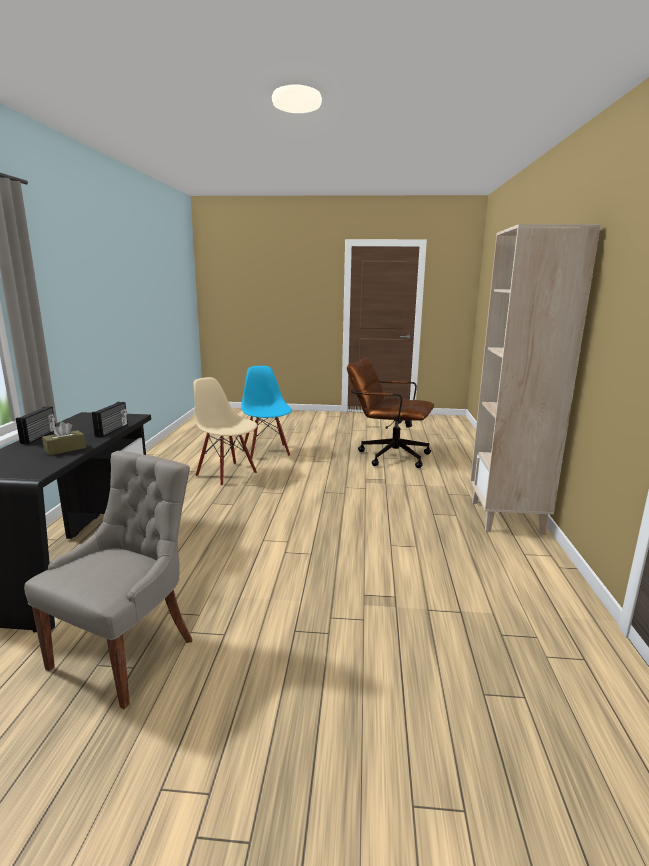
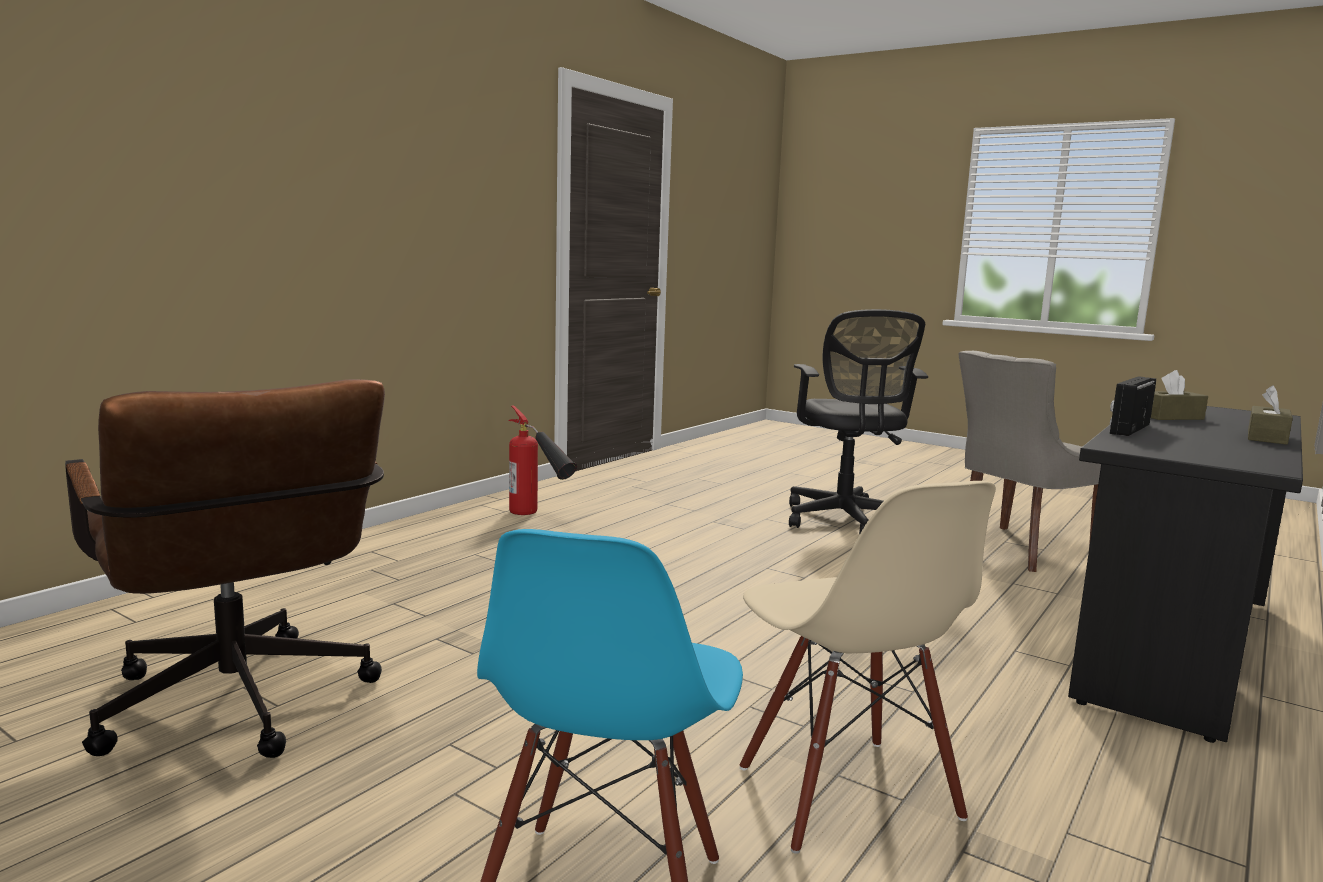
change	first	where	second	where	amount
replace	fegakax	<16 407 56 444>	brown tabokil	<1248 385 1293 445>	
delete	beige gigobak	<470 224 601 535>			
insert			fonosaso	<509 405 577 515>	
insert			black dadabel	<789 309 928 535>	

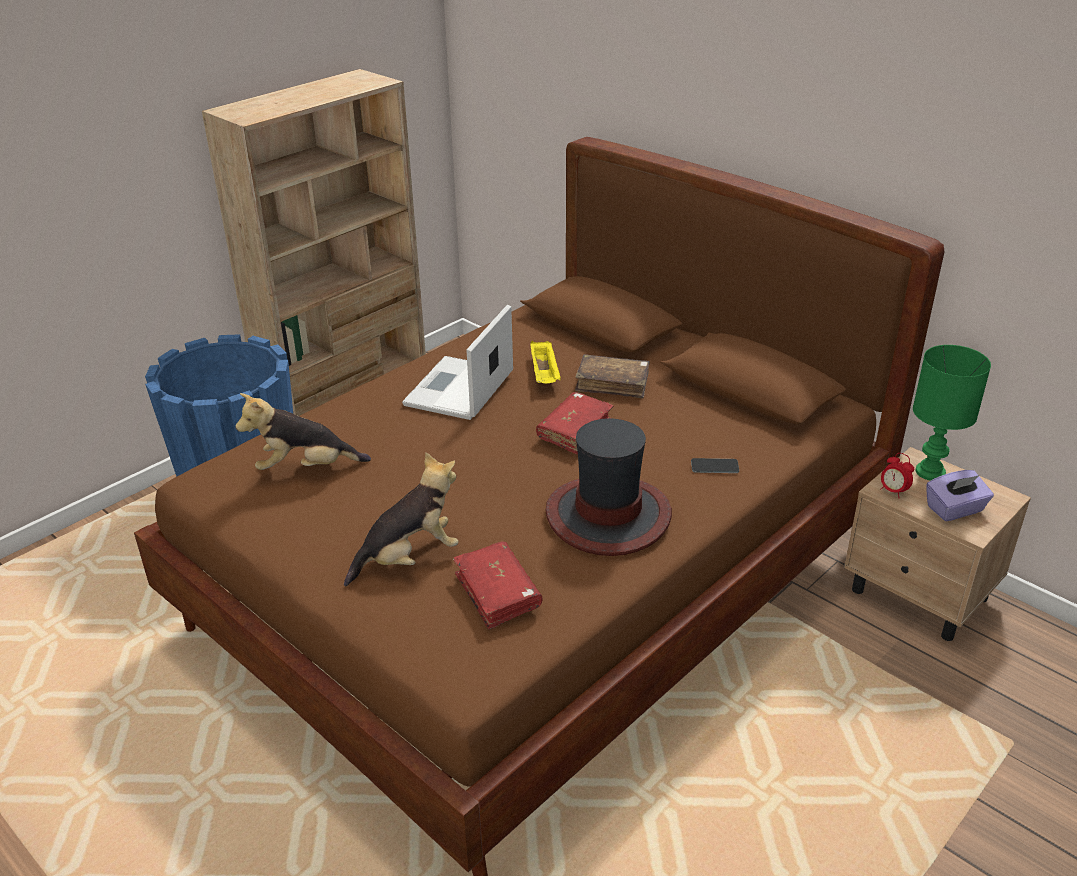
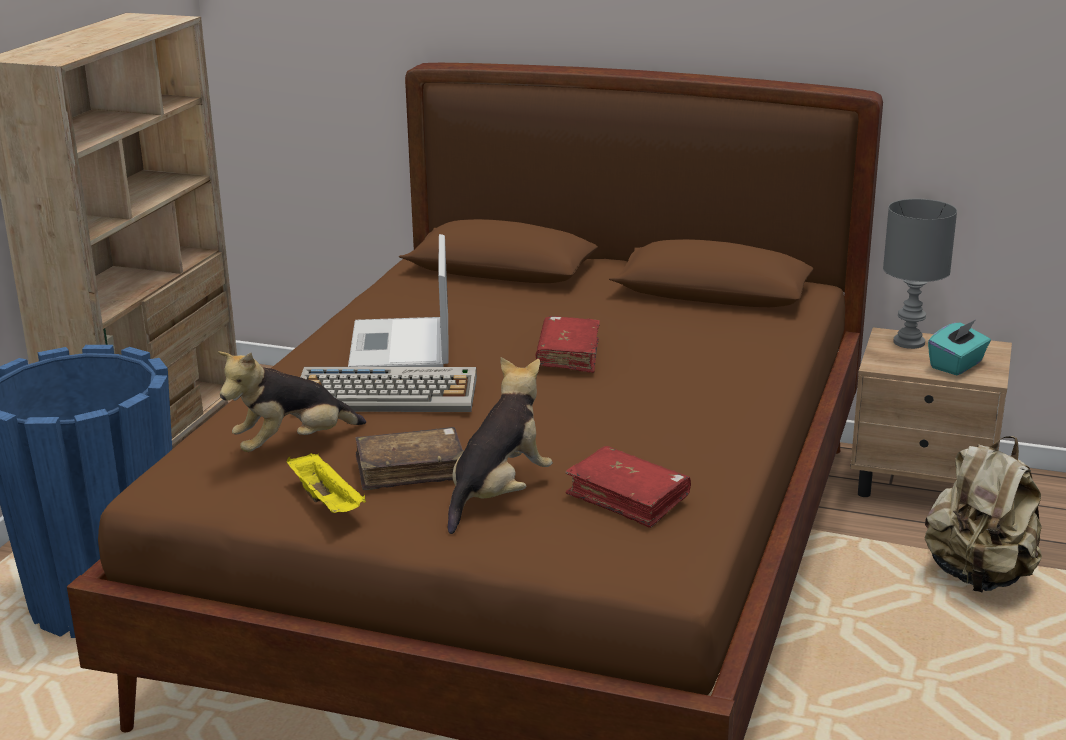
change	first	where	second	where	amount
move	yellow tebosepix	<530 341 561 384>		<287 453 366 513>	
delete	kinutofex	<545 418 672 556>			
move	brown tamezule	<575 354 650 398>		<356 427 464 490>	
delete	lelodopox	<691 458 739 473>			
delete	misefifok	<880 453 914 499>			
recolor	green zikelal	<913 345 991 481>	grey zikelal	<883 199 957 349>	
recolor	purple tabokil	<926 470 994 521>	turquoise tabokil	<928 320 991 375>	
insert			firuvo	<301 367 477 412>	
insert			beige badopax	<925 436 1042 593>	

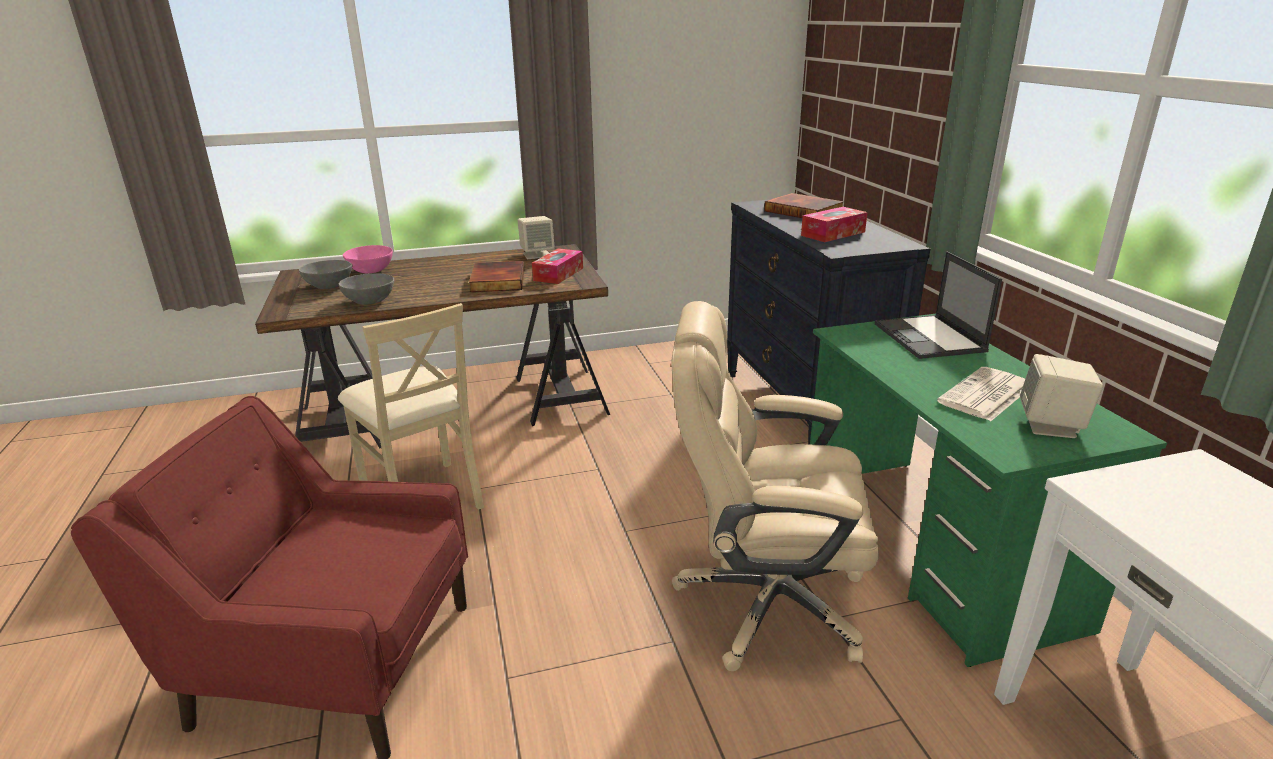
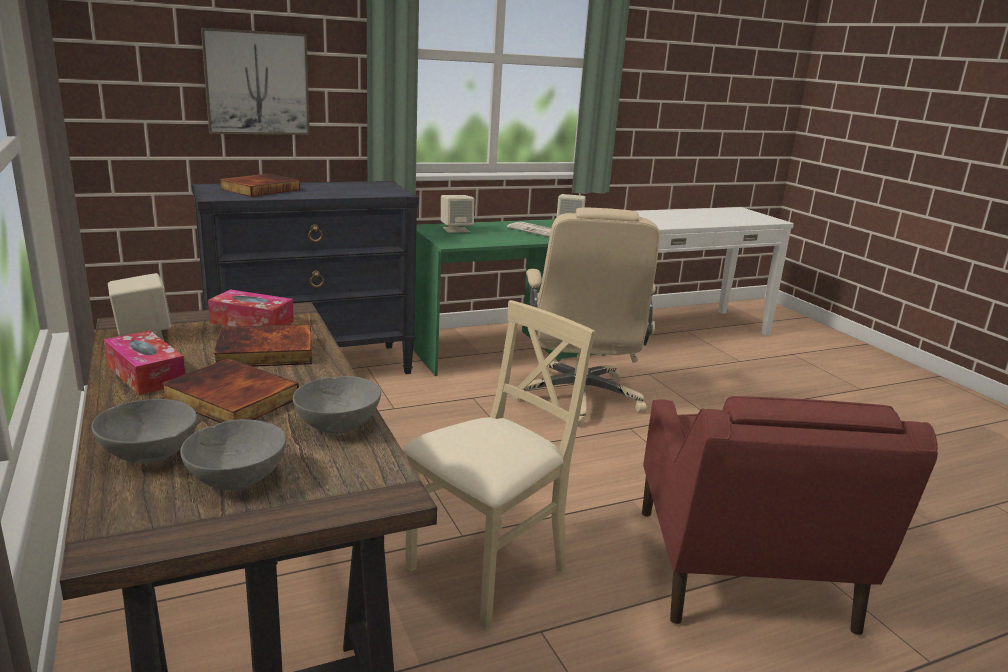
change	first	where	second	where	amount
recolor	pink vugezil	<343 245 393 274>	grey vugezil	<92 399 197 464>	
move	tabokil	<801 207 868 242>		<104 330 185 395>	
replace	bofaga	<875 251 1002 359>	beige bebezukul	<441 195 474 233>	
insert			tamezule	<161 358 299 423>	
insert			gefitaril	<201 28 310 135>	

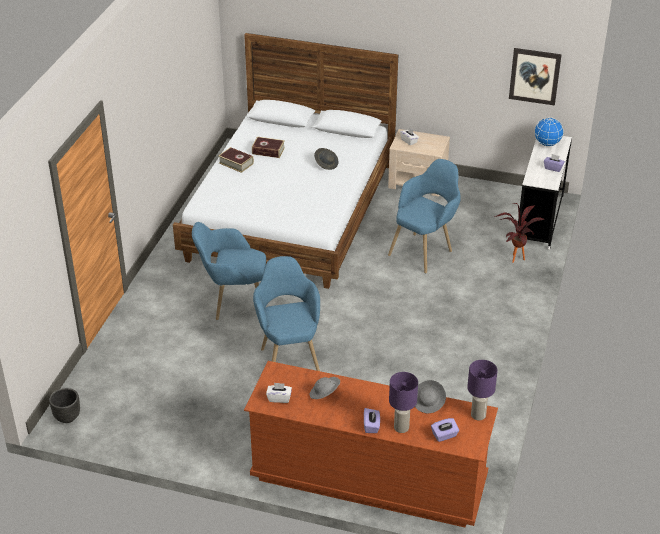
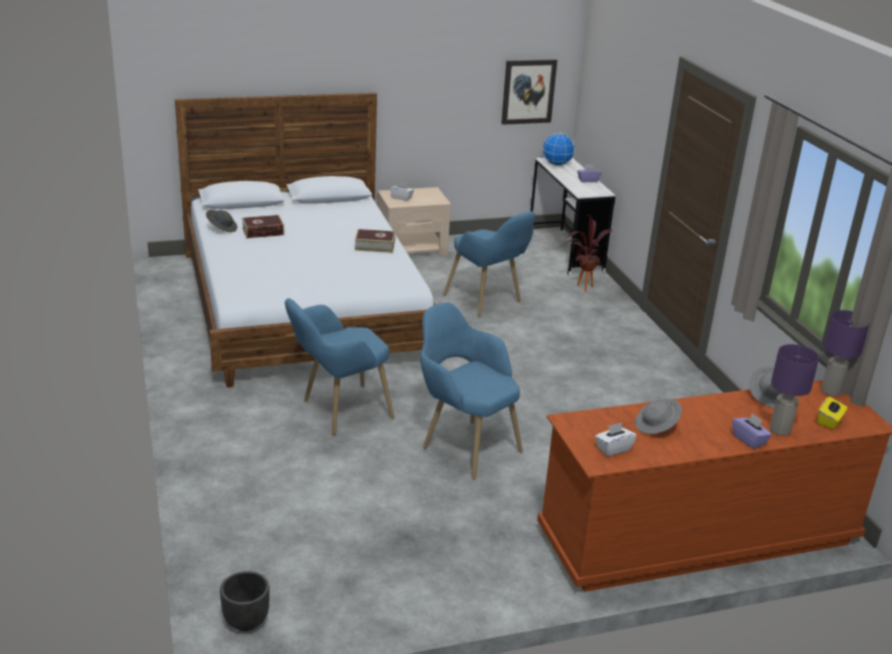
change	first	where	second	where	amount
move	tamezule	<218 147 254 173>		<354 229 395 253>	
move	grey kinutofex	<314 148 339 170>		<206 210 237 232>	
rotate	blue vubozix	<388 159 460 273>		<443 211 535 317>	135 degrees clockwise
recolor	purple tabokil	<431 418 459 442>	yellow tabokil	<817 397 847 429>	

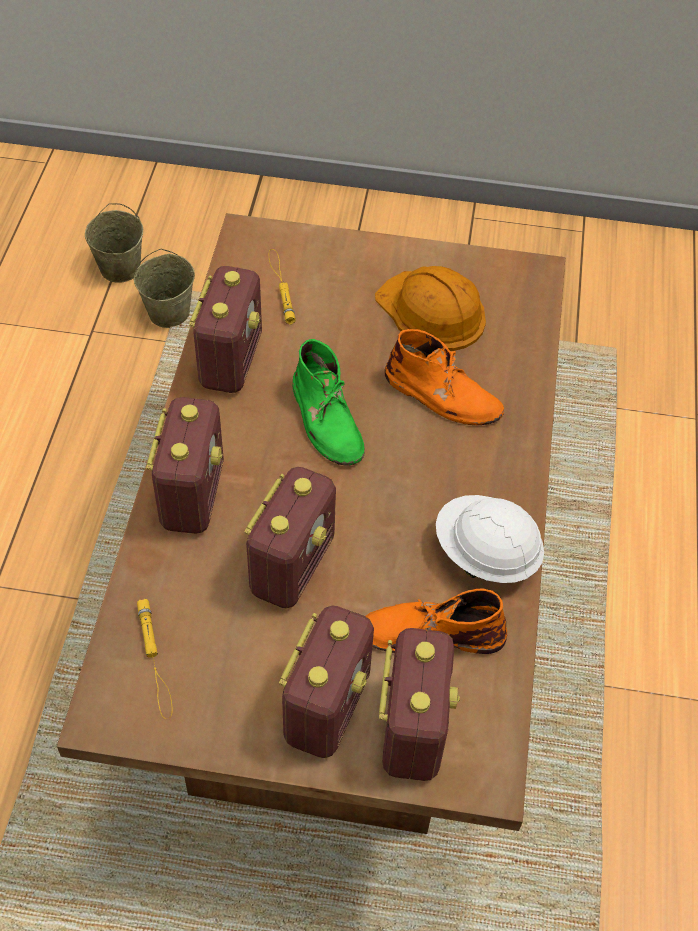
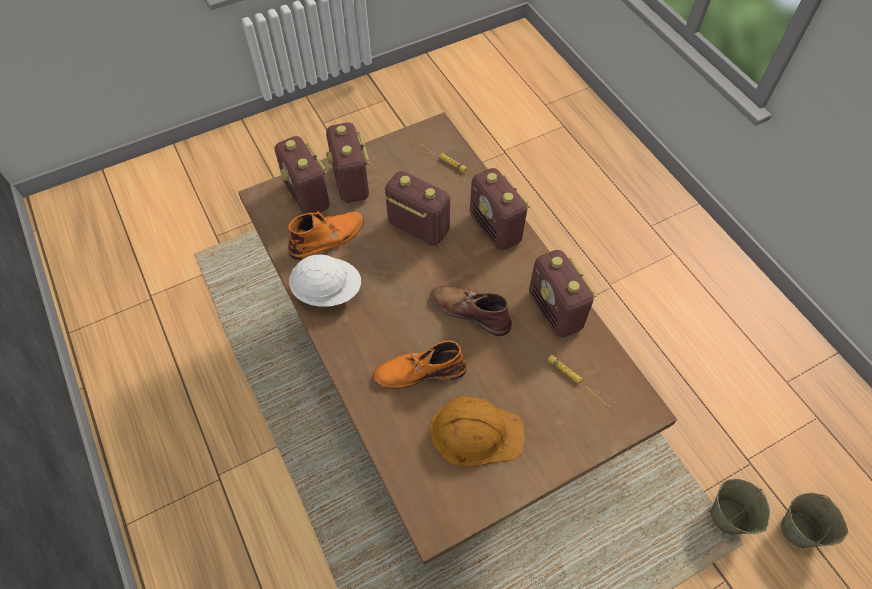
change	first	where	second	where	amount
rotate	fegakax	<245 467 336 609>		<385 171 450 245>	135 degrees clockwise
recolor	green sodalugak	<293 339 365 466>	brown sodalugak	<430 286 512 336>	

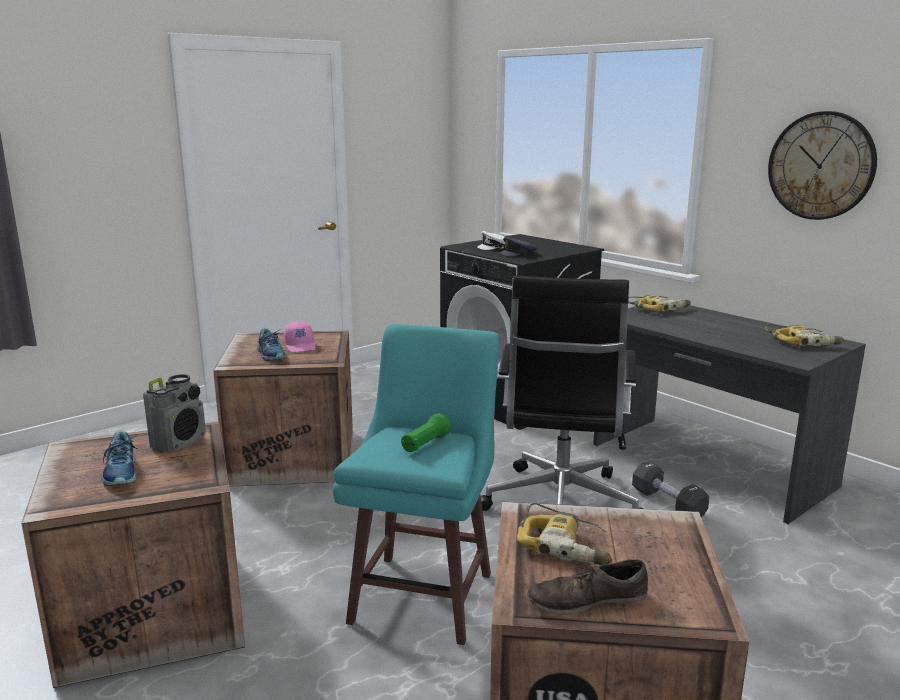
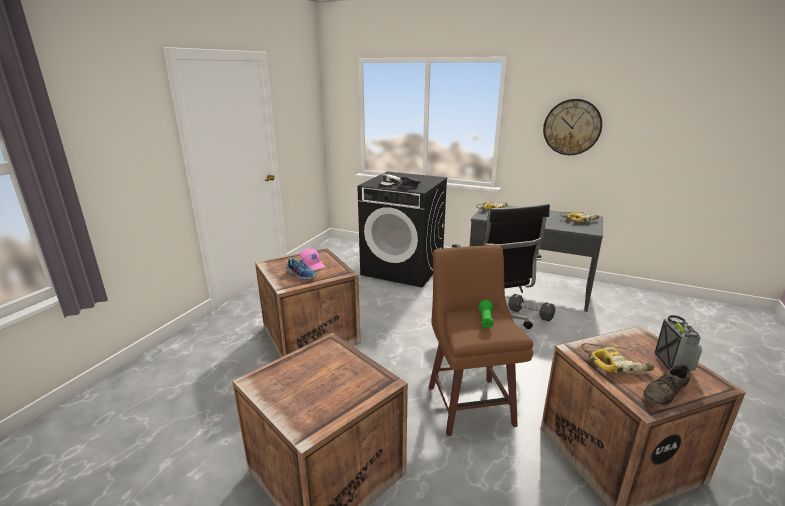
change	first	where	second	where	amount
delete	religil	<102 430 137 486>			
move	fegakax	<143 374 206 452>		<654 315 702 372>	
recolor	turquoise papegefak	<333 324 499 645>	brown papegefak	<429 245 533 436>	

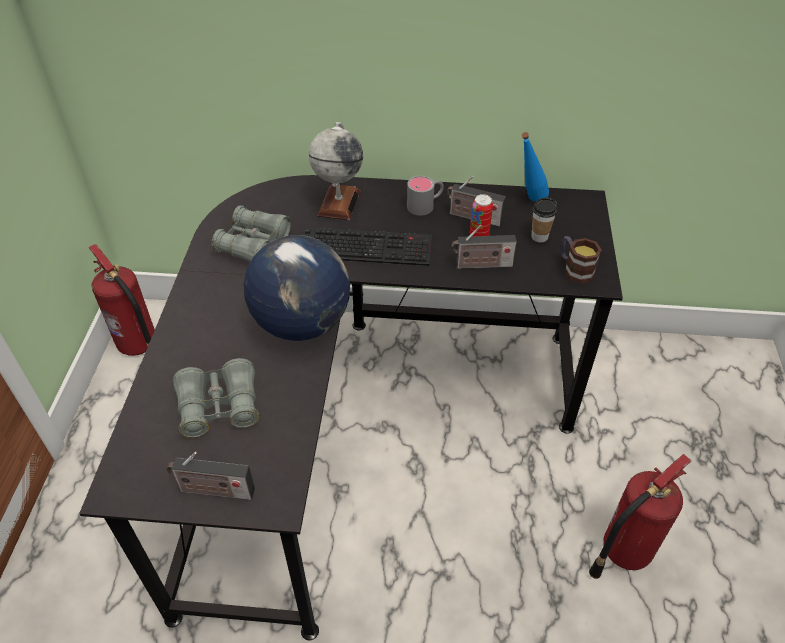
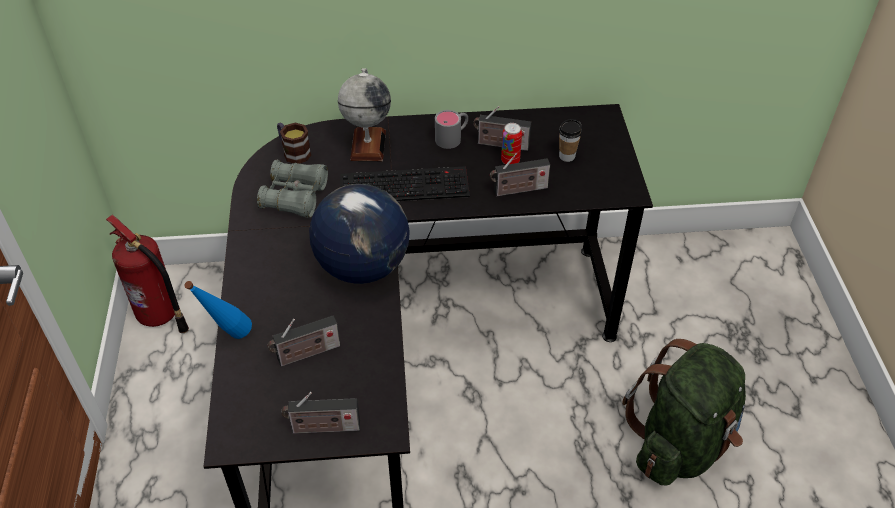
change	first	where	second	where	amount
replace	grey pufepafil	<173 358 259 438>	fegakax	<267 316 340 367>	
move	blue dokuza	<522 132 549 202>		<184 281 252 339>	
move	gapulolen	<561 236 602 284>		<277 123 311 164>	
replace	fonosaso	<589 454 691 579>	green badopax	<622 339 746 485>	

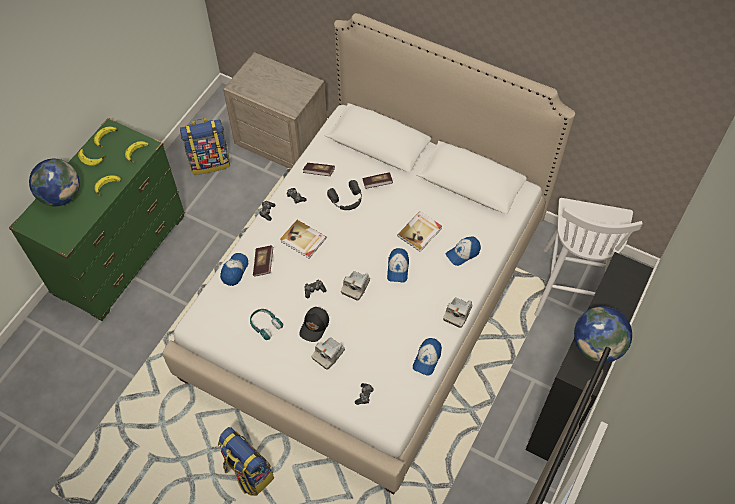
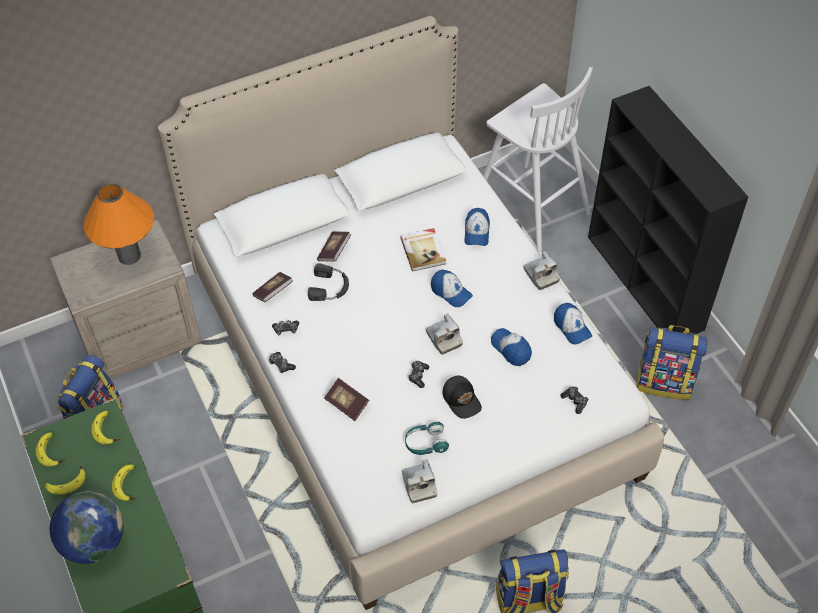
change	first	where	second	where	amount
move	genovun	<220 253 248 286>		<491 328 532 366>	
delete	tamezule	<280 220 326 259>			
move	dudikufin	<311 337 345 370>		<402 459 437 503>	
delete	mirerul	<574 306 632 363>			
insert			orange zikelal	<83 184 154 265>	
insert			badopax	<637 325 708 400>	

